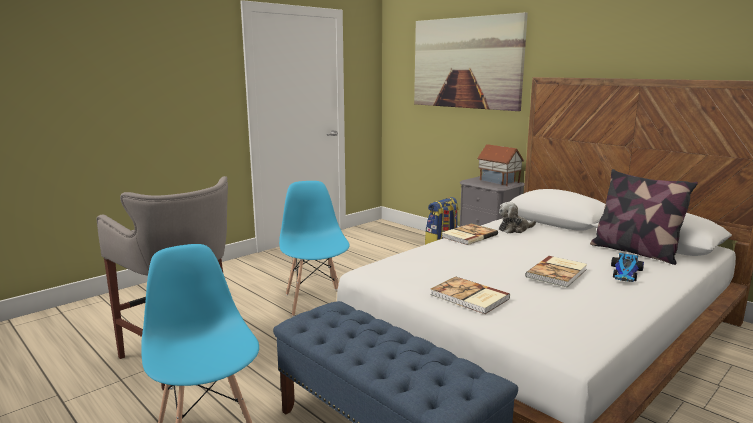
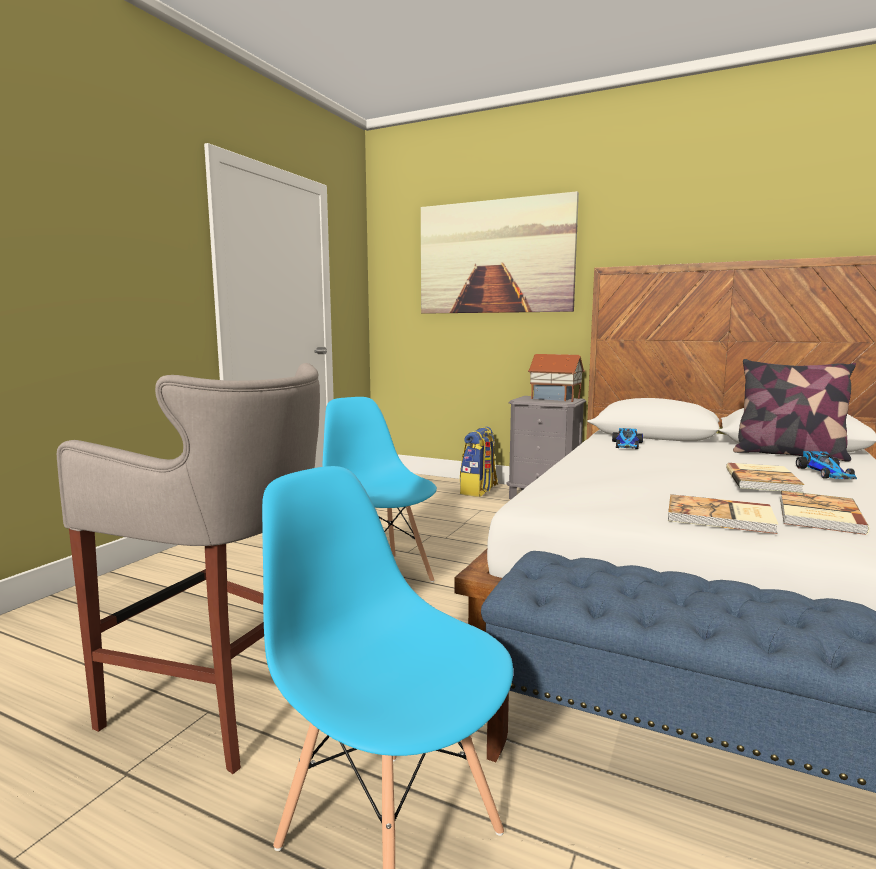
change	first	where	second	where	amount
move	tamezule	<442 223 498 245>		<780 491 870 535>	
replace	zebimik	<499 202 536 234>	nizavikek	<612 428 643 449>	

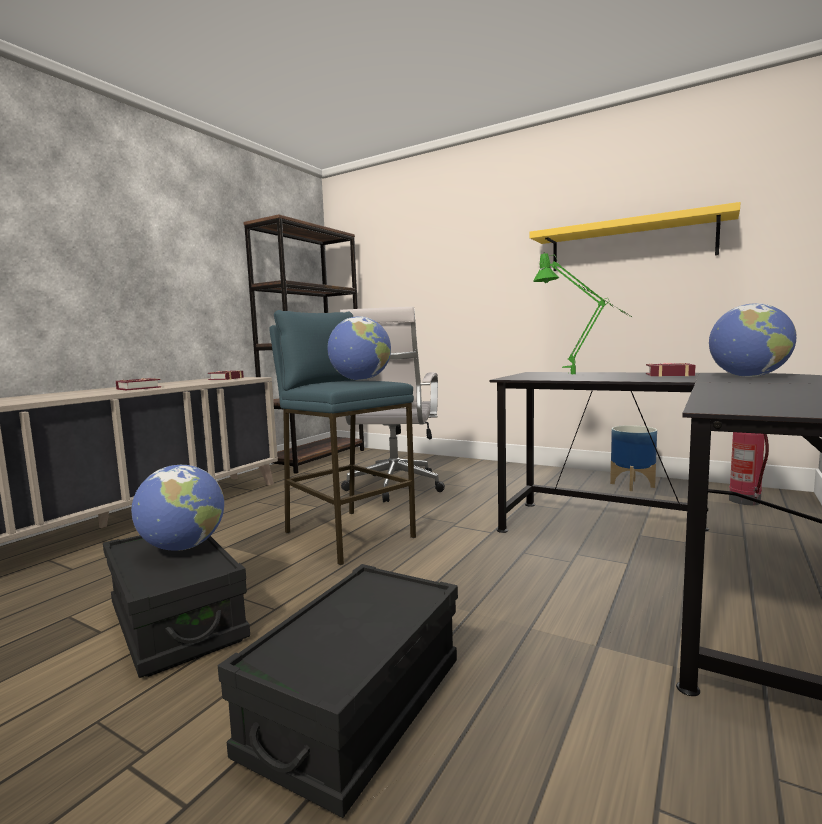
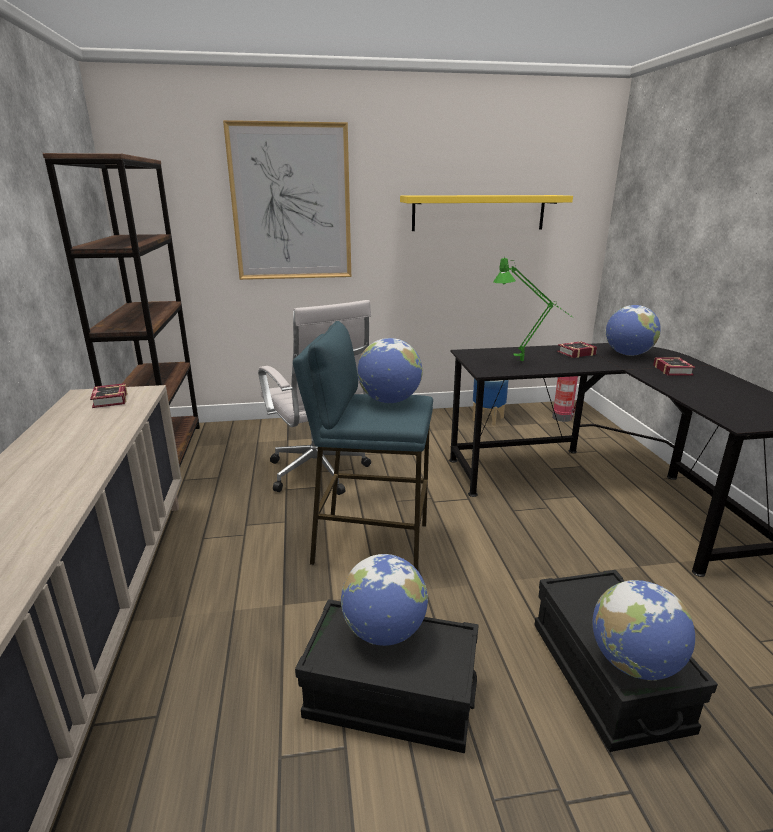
change	first	where	second	where	amount
move	tamezule	<116 378 161 390>		<653 357 696 376>	
insert			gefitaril	<223 120 351 280>	
insert			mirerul	<592 580 695 681>	

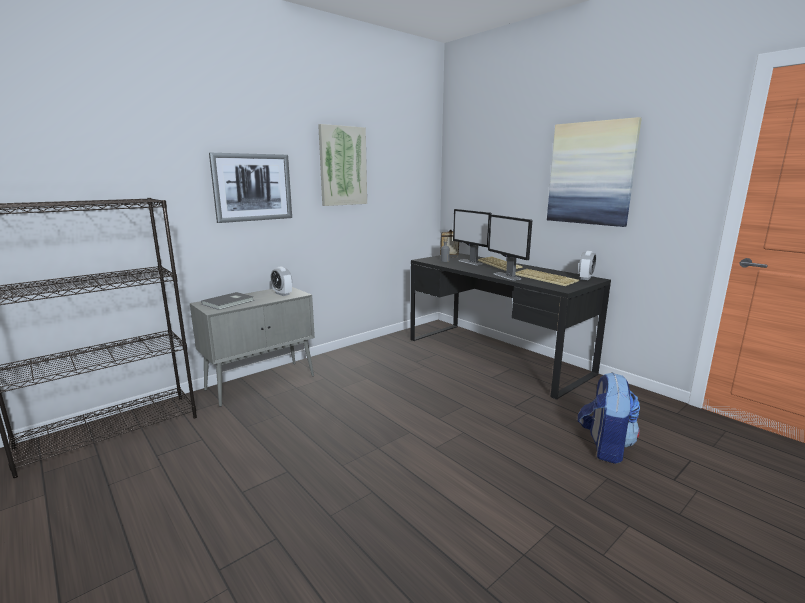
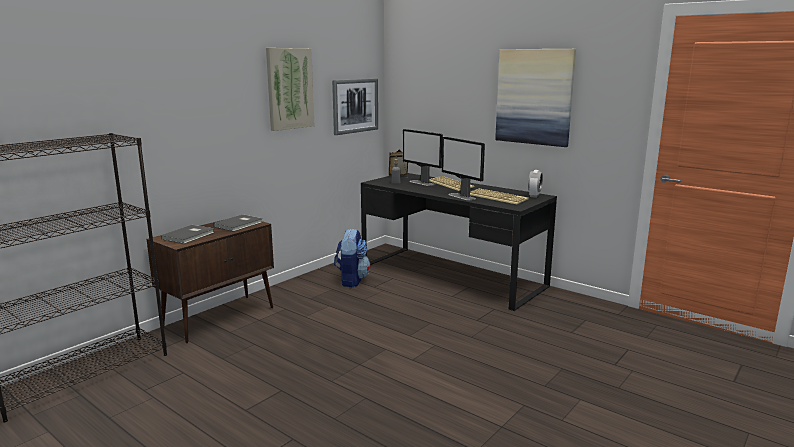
change	first	where	second	where	amount
recolor	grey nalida	<190 287 315 407>	brown nalida	<147 220 274 343>	
move	gefitaril	<209 153 292 223>		<332 79 378 135>	
replace	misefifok	<271 266 292 296>	grey tamezule	<213 214 262 232>	
move	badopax	<578 372 640 464>		<334 228 371 287>	

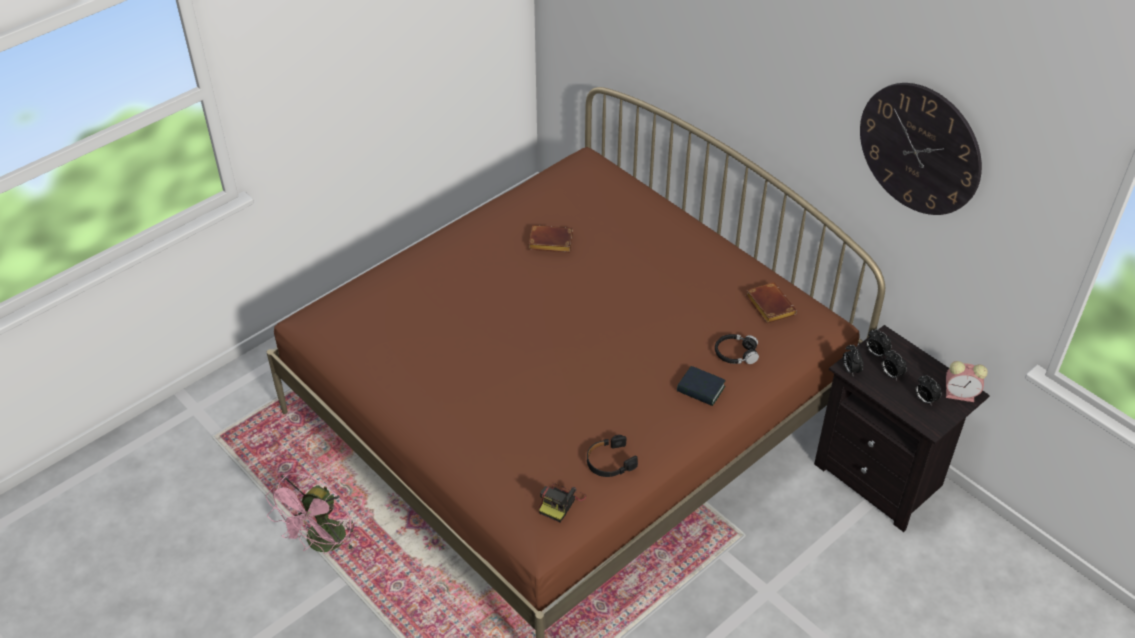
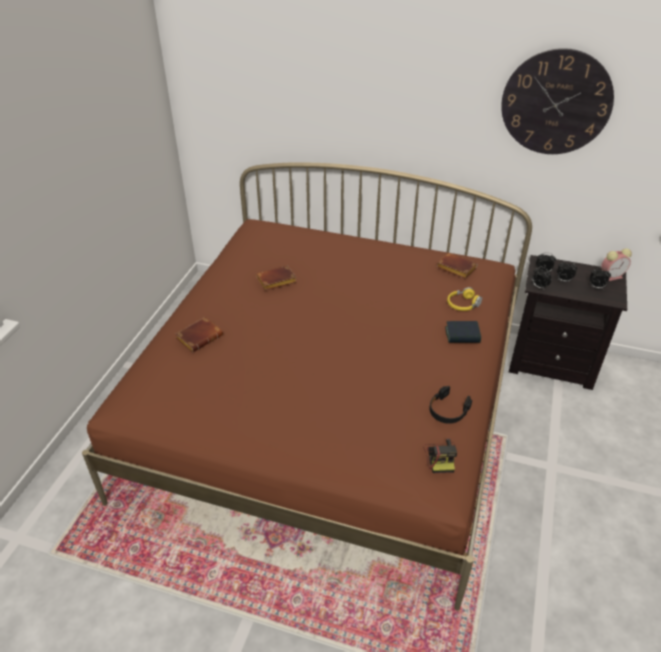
change	first	where	second	where	amount
delete	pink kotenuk	<266 473 359 554>			
recolor	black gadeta	<715 334 759 364>	yellow gadeta	<447 287 482 311>	
insert			brown tamezule	<176 317 223 353>	

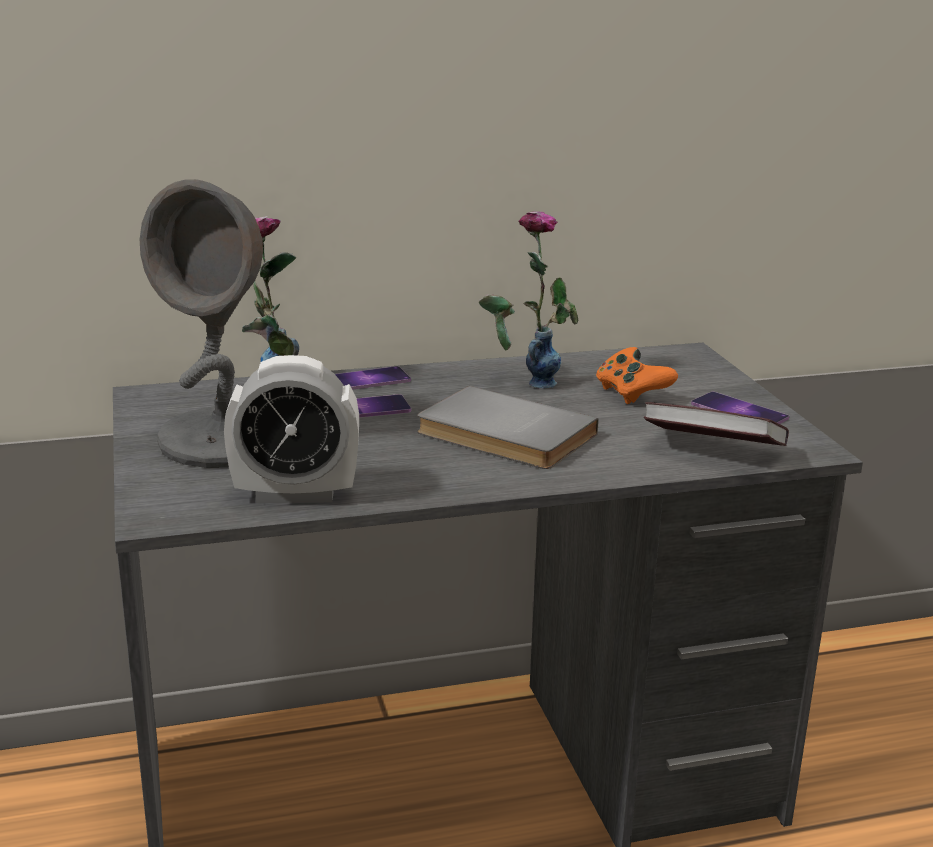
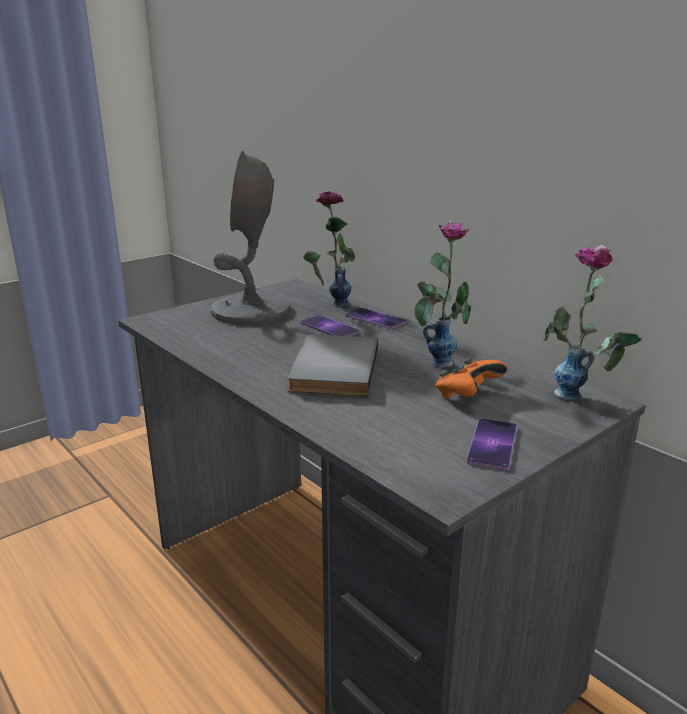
change	first	where	second	where	amount
delete	misefifok	<224 355 359 503>			
delete	tamezule	<644 402 789 446>			
insert			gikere	<543 245 642 400>	

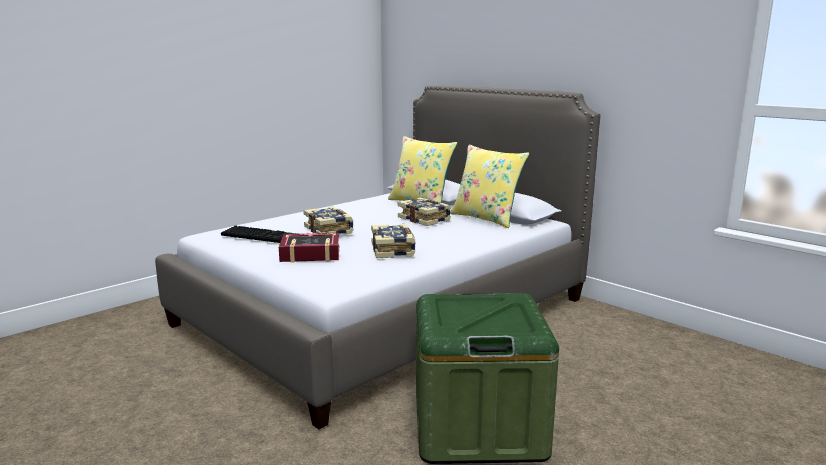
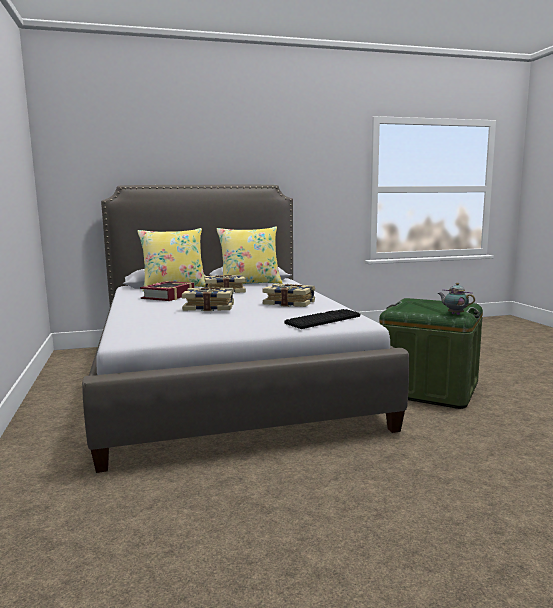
change	first	where	second	where	amount
move	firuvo	<221 226 297 243>		<285 309 360 329>	
move	tamezule	<279 233 339 263>		<140 281 194 301>	
insert			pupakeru	<437 283 475 315>	

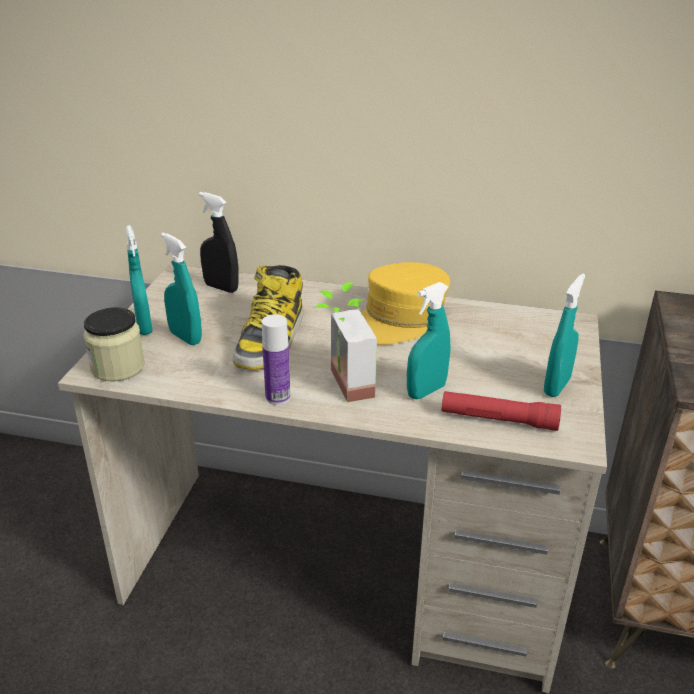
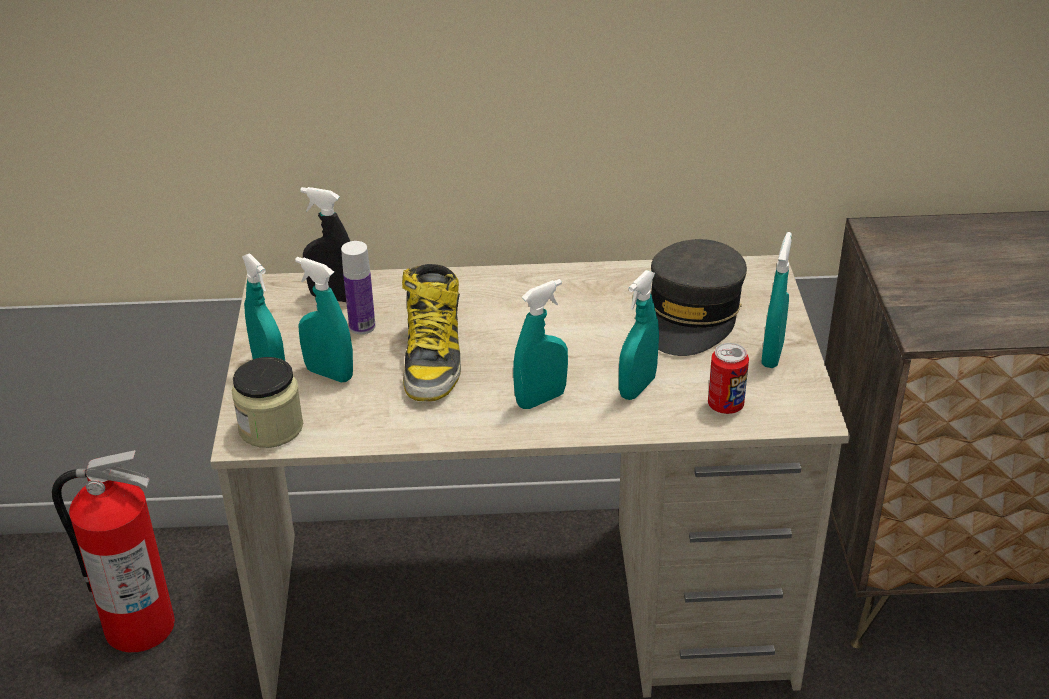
change	first	where	second	where	amount
move	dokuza	<262 314 290 405>		<341 241 375 335>	
replace	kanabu	<314 282 377 402>	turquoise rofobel	<513 279 568 409>	
delete	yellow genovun	<361 262 450 345>			
replace	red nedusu	<442 391 561 431>	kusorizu	<708 343 749 414>	
insert			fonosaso	<52 450 175 653>	
insert			grey genovun	<651 239 747 356>	

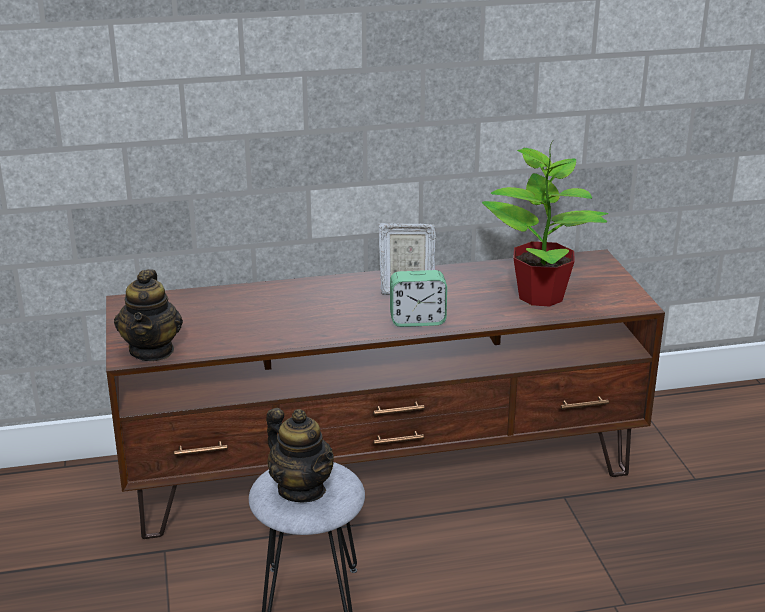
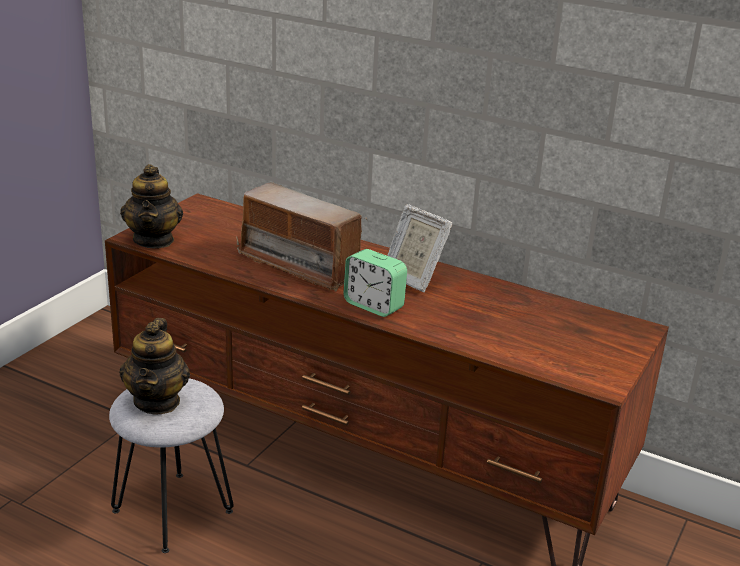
change	first	where	second	where	amount
rotate	pupakeru	<114 269 183 361>		<120 164 183 248>	45 degrees counterclockwise
delete	kanabu	<482 141 608 306>			
insert			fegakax	<236 182 367 292>	

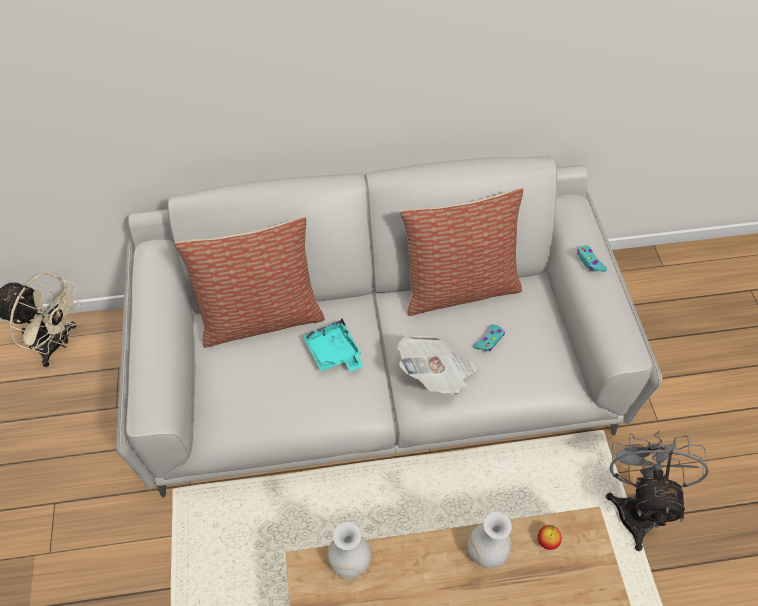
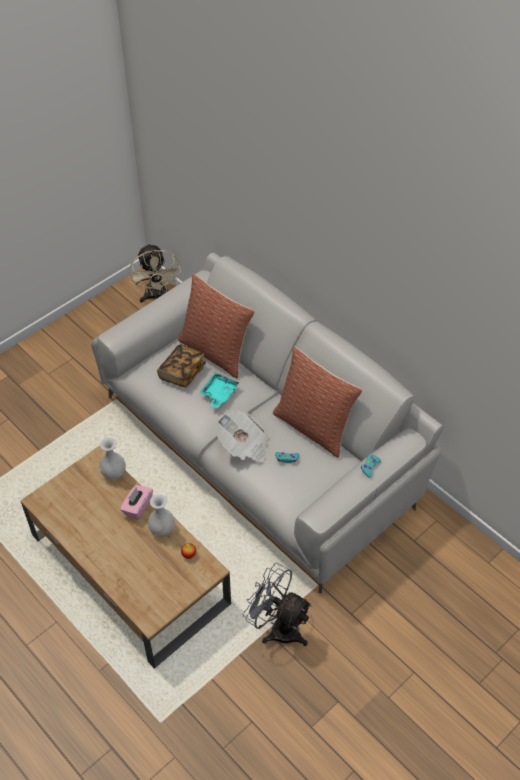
change	first	where	second	where	amount
rotate	grey kotenuk	<606 431 709 551>		<243 563 312 646>	120 degrees counterclockwise
insert			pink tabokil	<120 485 153 520>	
insert			tamezule	<157 344 206 388>	

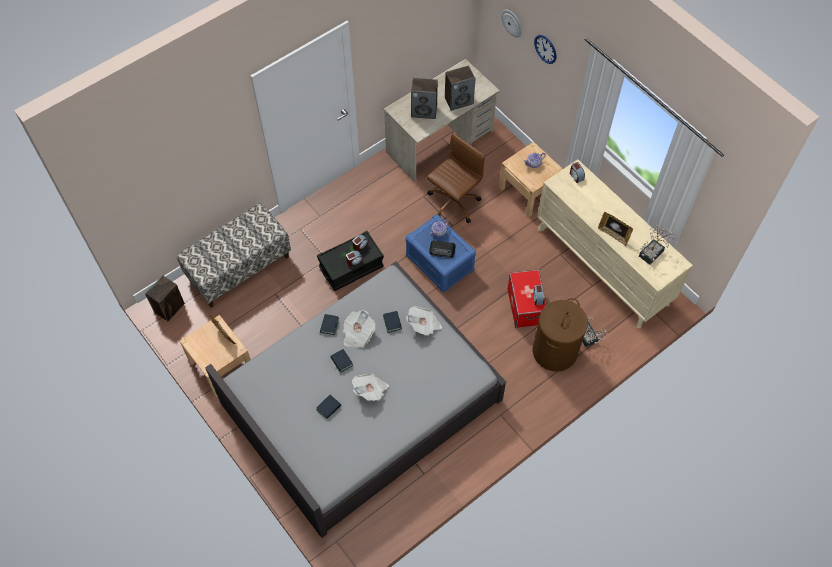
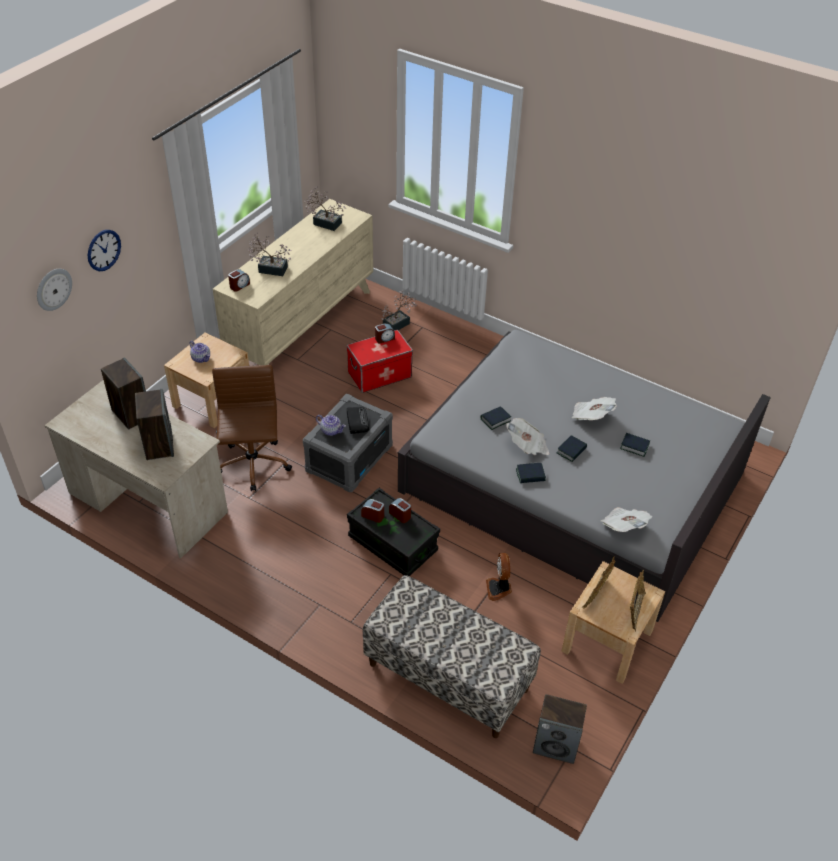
change	first	where	second	where	amount
recolor	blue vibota	<406 215 476 292>	grey vibota	<303 394 393 492>	
move	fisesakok	<406 306 442 336>		<601 507 652 532>	
rotate	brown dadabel	<426 133 485 223>		<212 365 292 491>	60 degrees clockwise
delete	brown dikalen	<533 298 588 372>			
move	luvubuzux	<598 212 633 246>		<630 570 646 631>	
insert			kanabu	<247 233 292 276>	
insert			kotenuk	<486 553 512 601>	

